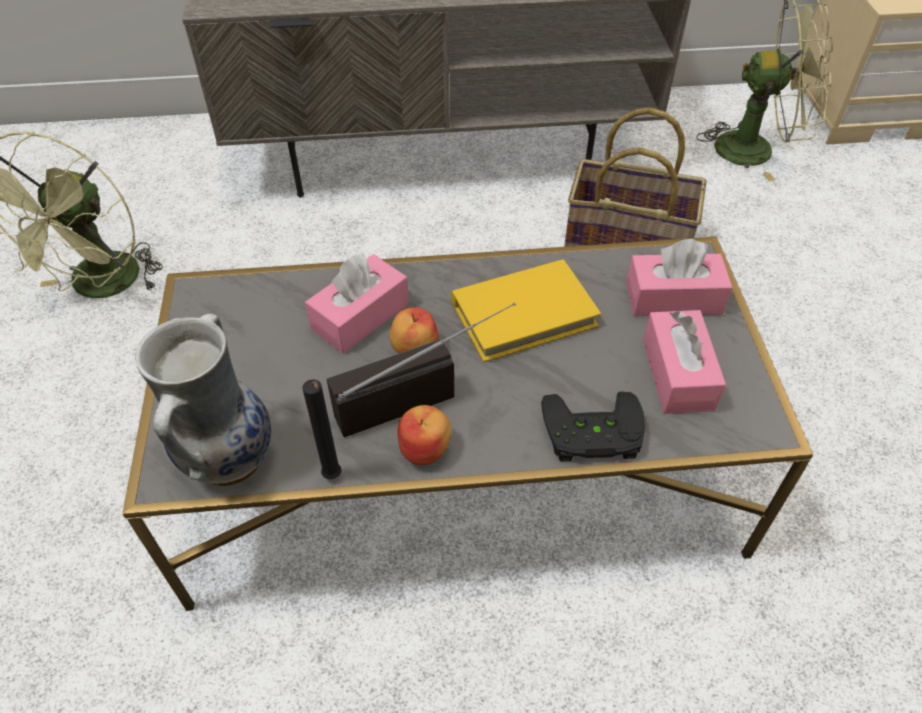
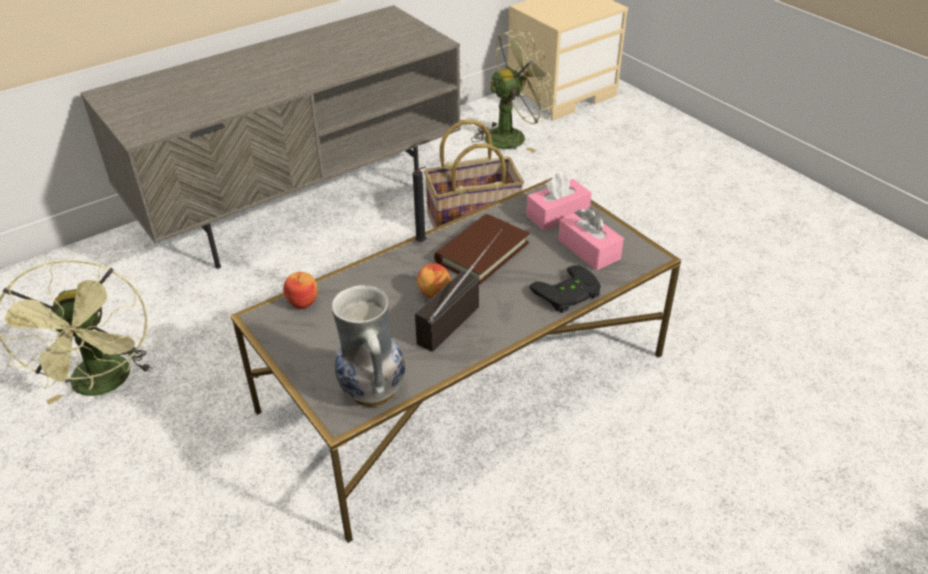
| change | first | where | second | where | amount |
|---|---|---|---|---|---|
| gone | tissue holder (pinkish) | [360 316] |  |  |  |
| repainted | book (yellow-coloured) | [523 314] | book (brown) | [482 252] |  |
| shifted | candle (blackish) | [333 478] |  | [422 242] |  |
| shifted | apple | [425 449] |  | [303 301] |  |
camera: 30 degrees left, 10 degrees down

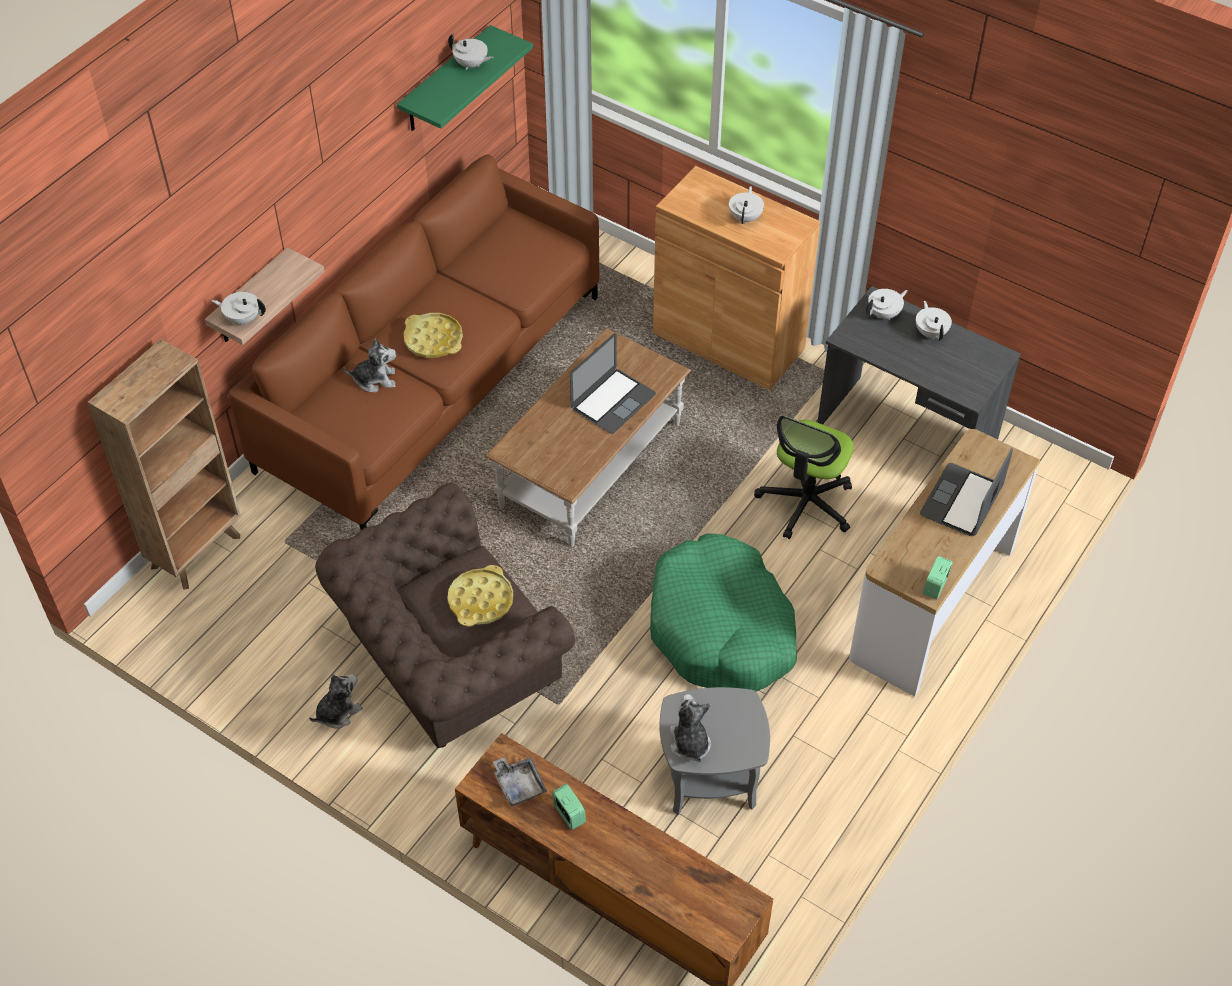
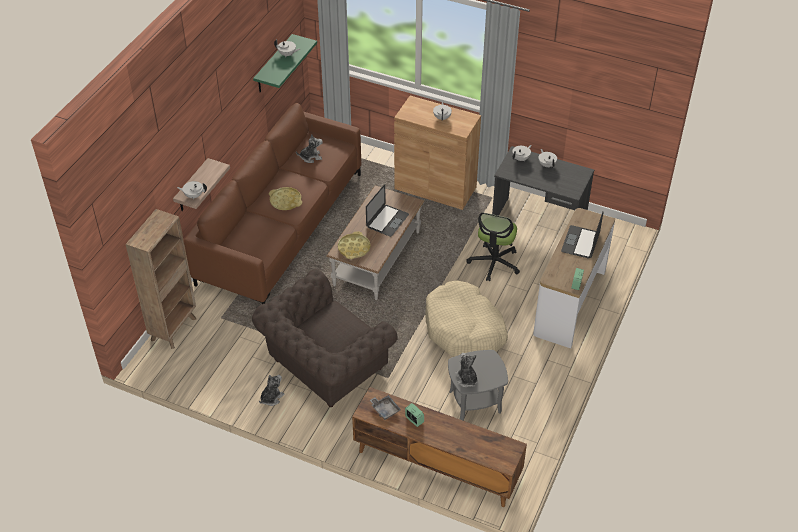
| change | first | where | second | where | amount |
|---|---|---|---|---|---|
| shifted | soft toy | [375 379] |  | [310 157] |  |
| repainted | dog bed (green) | [721 629] | dog bed (beige-coloured) | [464 329] |  |
| shifted | carrying tray (yellow-coloured) | [481 600] |  | [354 248] |  |
camera: 10 degrees left, 5 degrees down

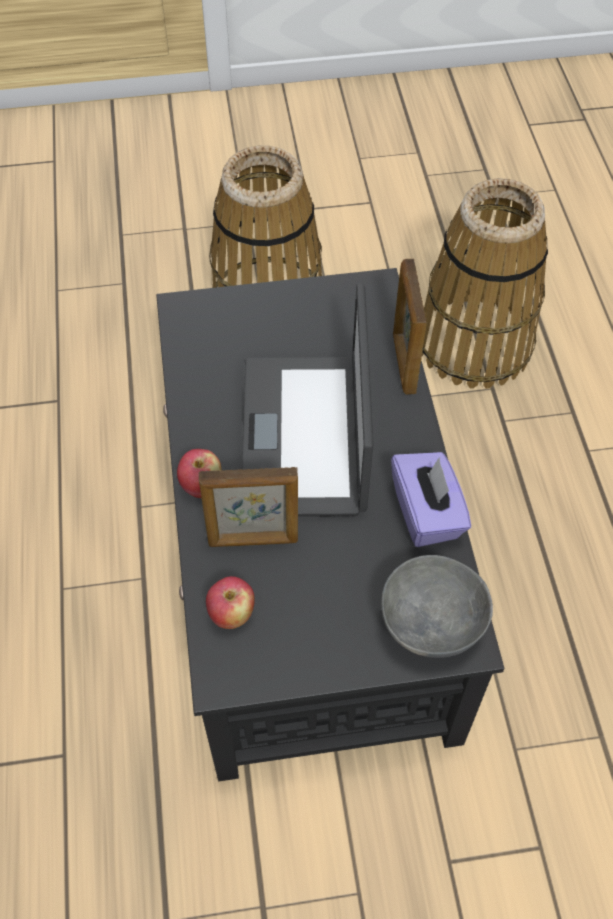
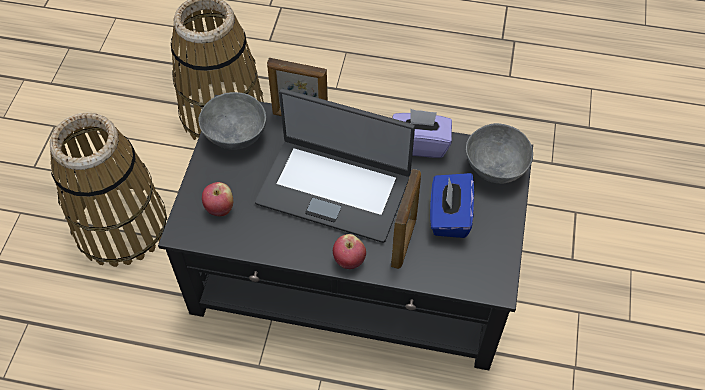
| change | first | where | second | where | amount |
|---|---|---|---|---|---|
| shifted | apple | [231 614] |  | [220 208] |  |
| new |  |  | serving bowl (gray) | [234 135] |  |
| new |  |  | tissue holder (blue) | [449 216] |  |
camera: 70 degrees left, 0 degrees up

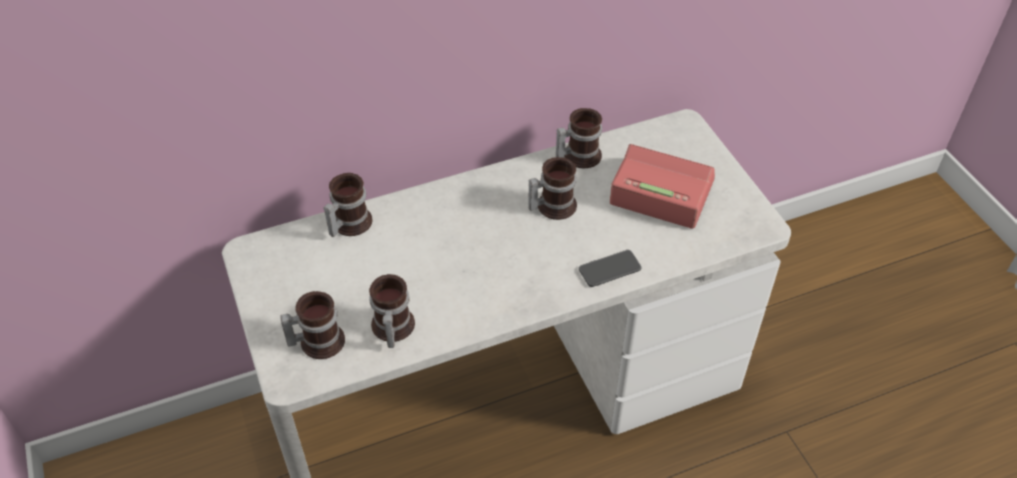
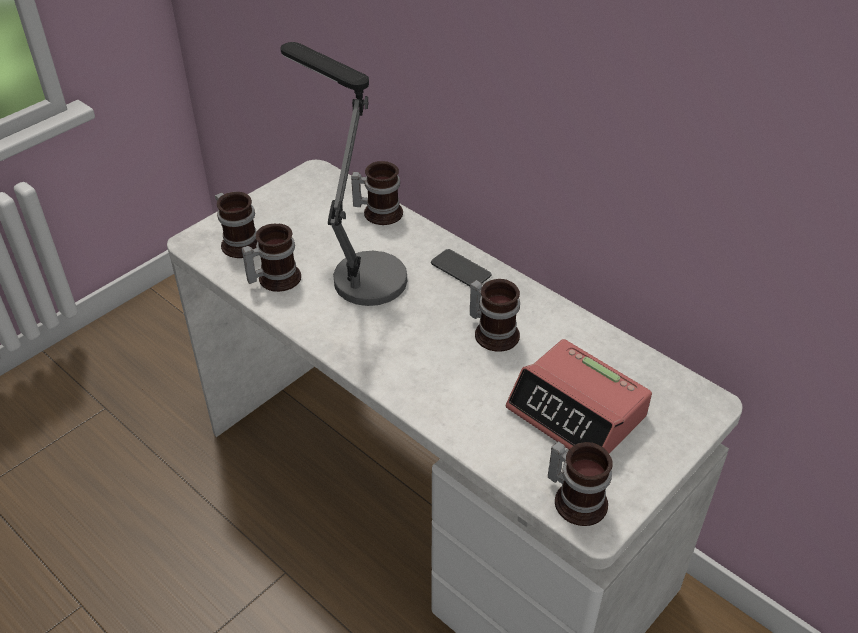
| change | first | where | second | where | amount |
|---|---|---|---|---|---|
| shifted | tea mug | [578 155] |  | [577 498] |  |
| rotated | table clock | [660 193] |  | [577 413] | 135 degrees clockwise |
| shifted | phone | [609 269] |  | [460 269] |  |
| new |  |  | tabletop lamp | [357 268] |  |
camera: 65 degrees right, 5 degrees down

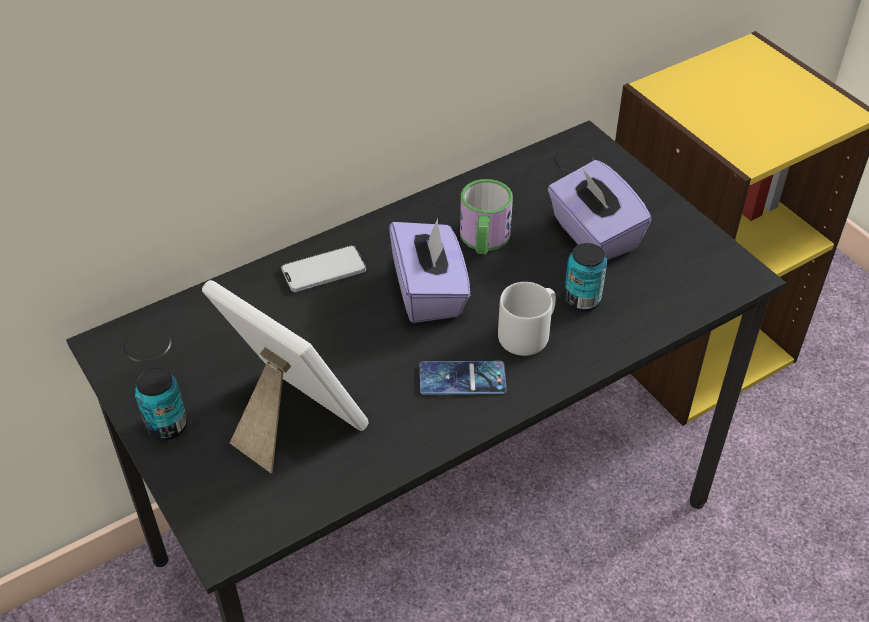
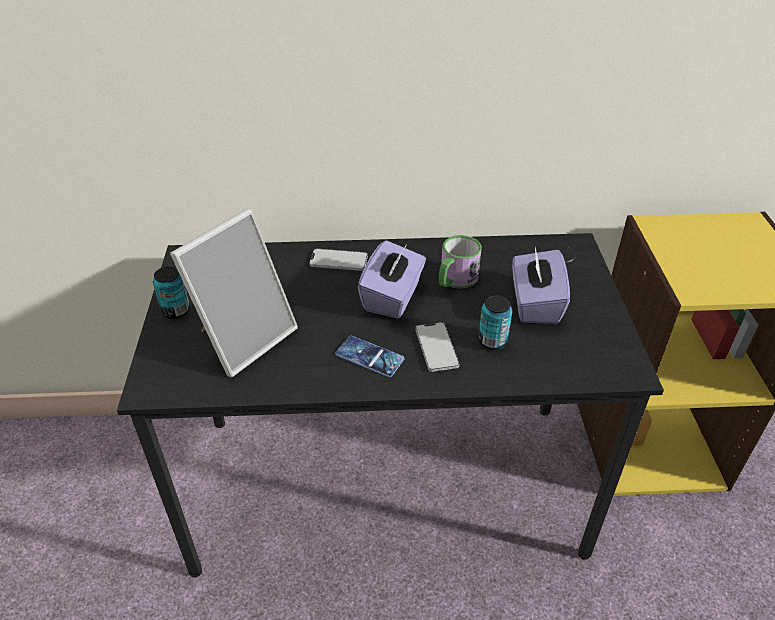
| change | first | where | second | where | amount |
|---|---|---|---|---|---|
| rotated | picture frame | [290 422] |  | [244 338] | 60 degrees clockwise |
| swapped | tea mug (gray) | [528 334] | phone | [436 347] |  |
camera: 30 degrees right, 5 degrees down

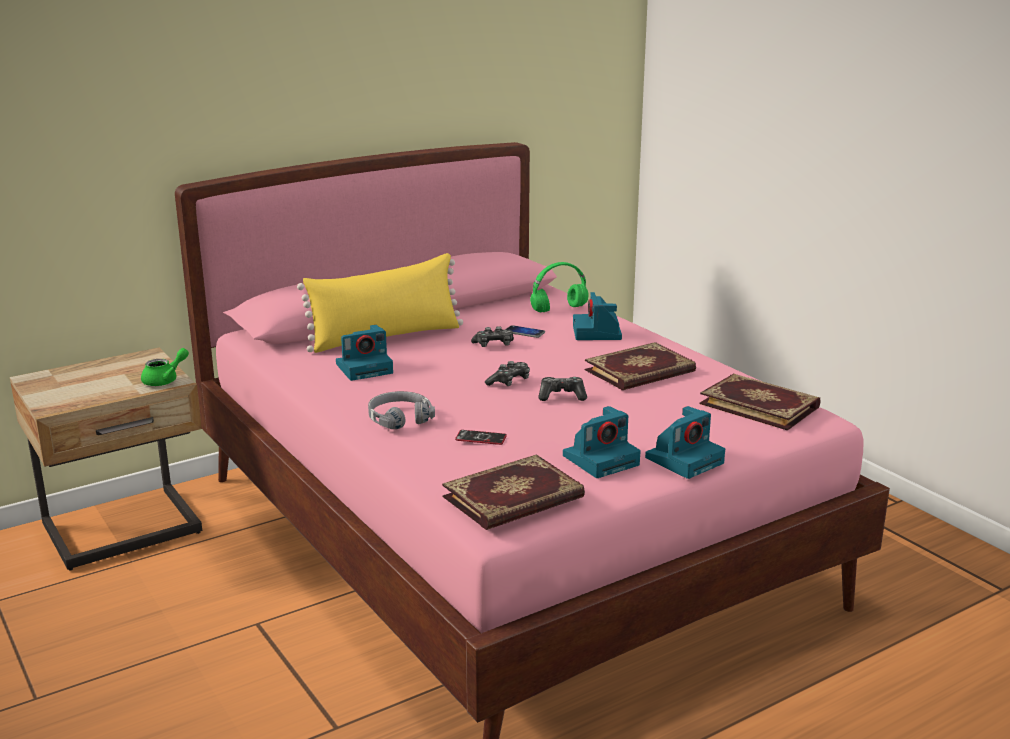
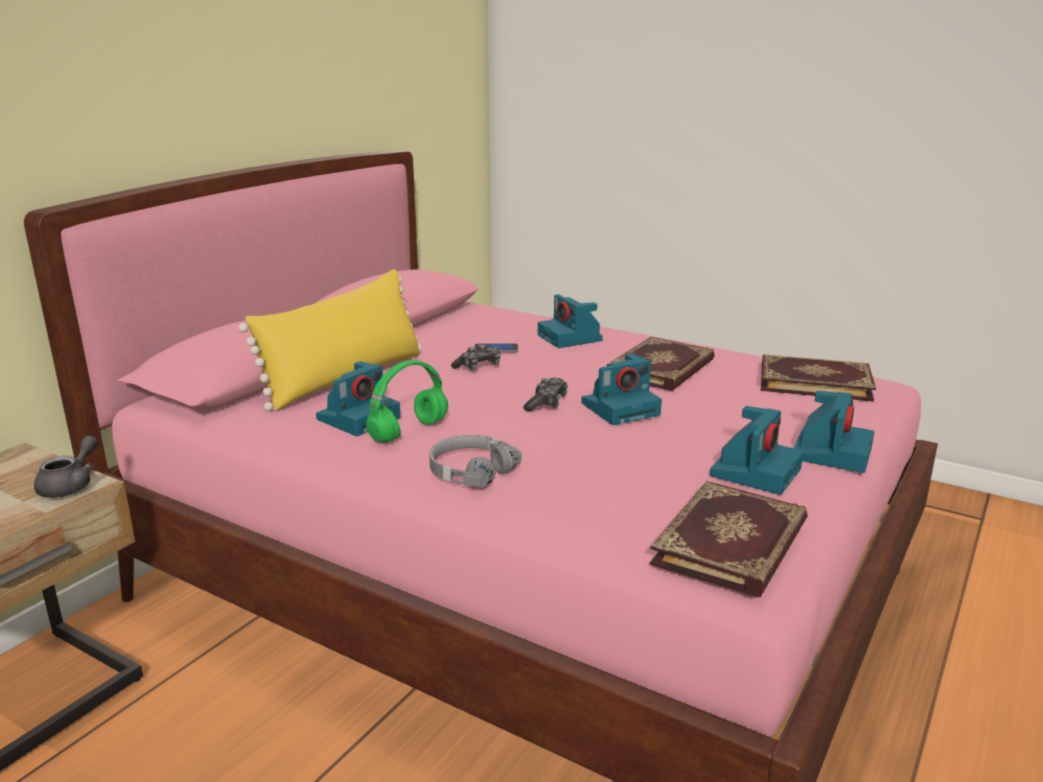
| change | first | where | second | where | amount |
|---|---|---|---|---|---|
| shifted | pair of headphones (green) | [559 309] |  | [409 431] |  |
| repainted | tea pot (green) | [165 380] | tea pot (gray) | [71 485] |  |
| swapped | joypad | [562 396] | still camera | [621 408] |  |
| gone | phone | [480 438] |  |  |  |
camera: 25 degrees left, 0 degrees up

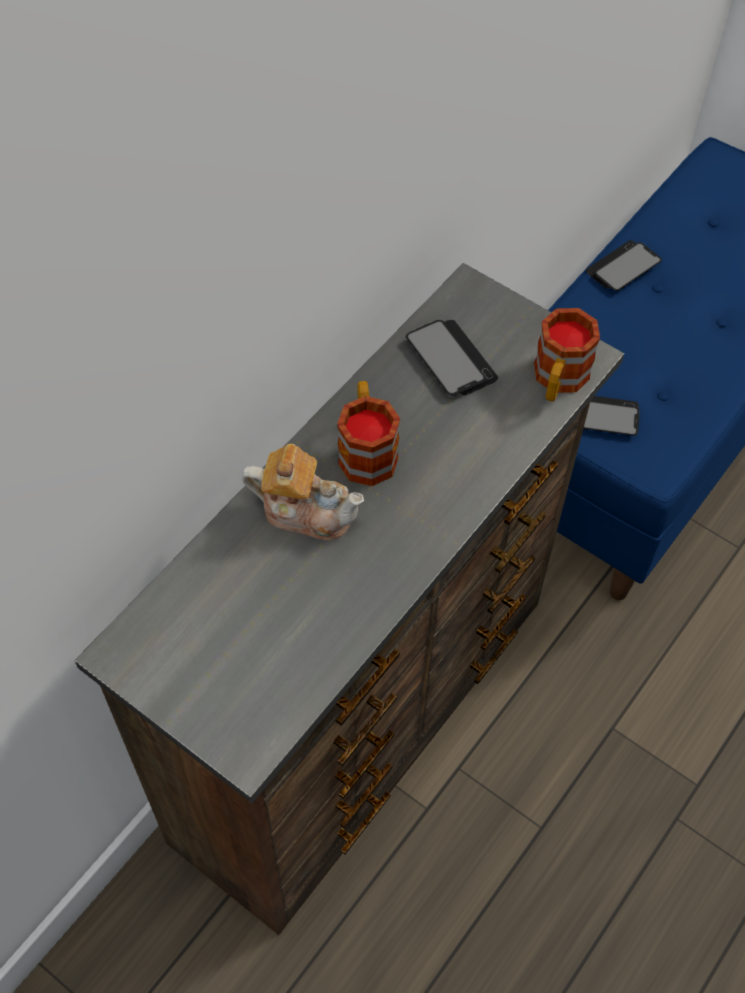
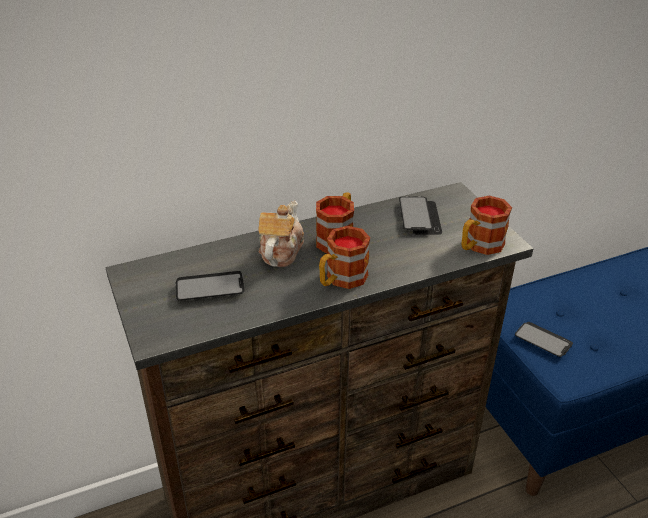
| change | first | where | second | where | amount |
|---|---|---|---|---|---|
| shifted | phone | [623 267] |  | [210 287] |  |
| rotated | tea pot | [306 511] |  | [280 251] | 120 degrees counterclockwise |
| new |  |  | tea mug | [341 280] |  |
camera: 30 degrees right, 20 degrees down

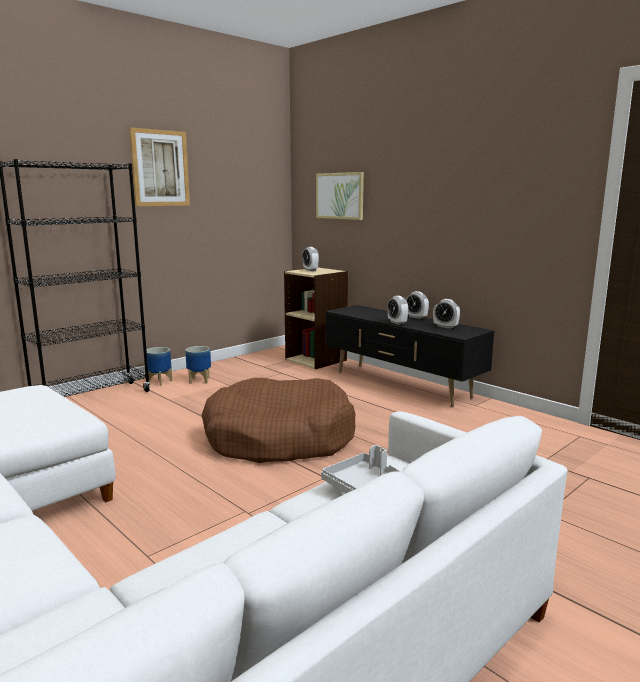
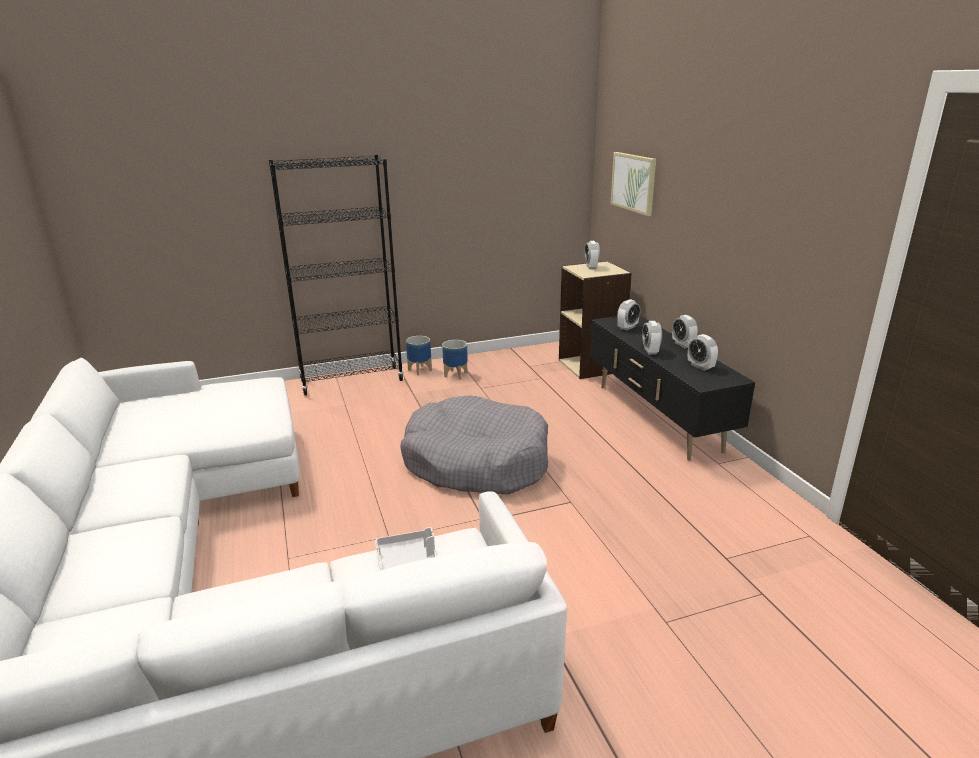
| change | first | where | second | where | amount |
|---|---|---|---|---|---|
| gone | wall art | [160 168] |  |  |  |
| repainted | dog bed (brown) | [279 438] | dog bed (gray) | [476 462] |  |
| new |  |  | table clock | [627 327] |  |
camera: 25 degrees right, 10 degrees up

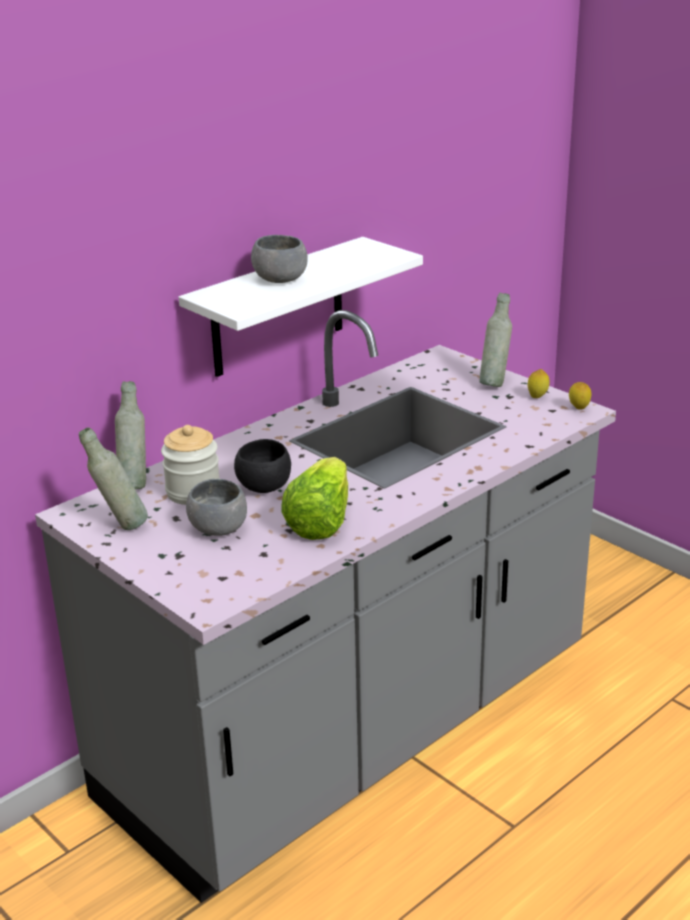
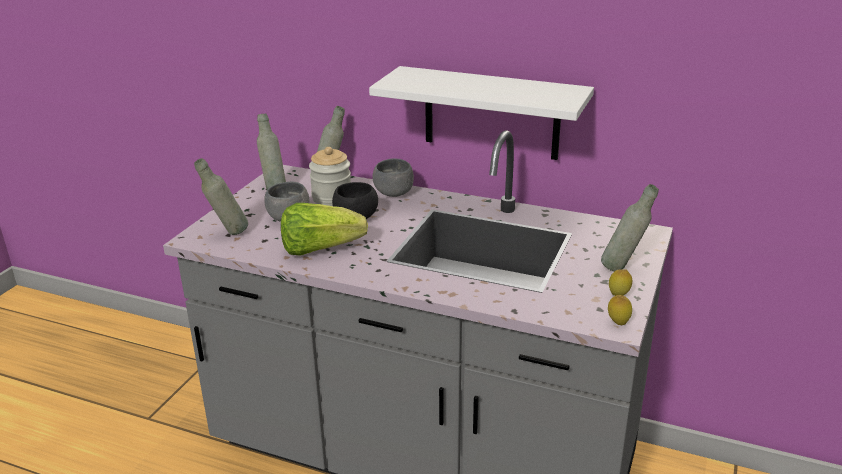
| change | first | where | second | where | amount |
|---|---|---|---|---|---|
| shifted | serving bowl (gray) | [280 280] |  | [393 193] |  |
| new |  |  | beverage bottle (gray) | [227 234] |  |
camera: 65 degrees right, 0 degrees up

